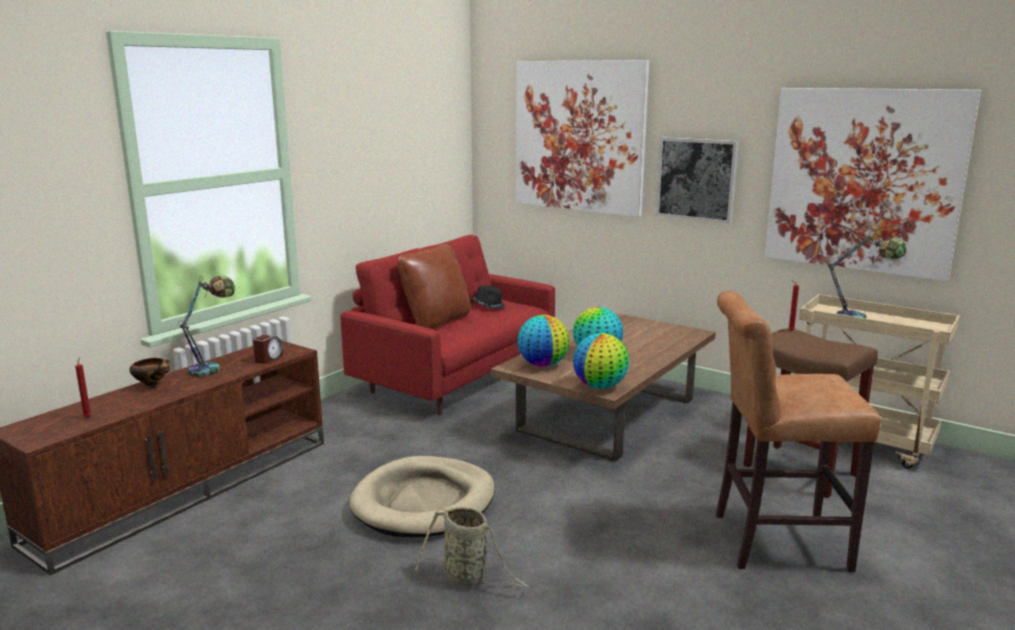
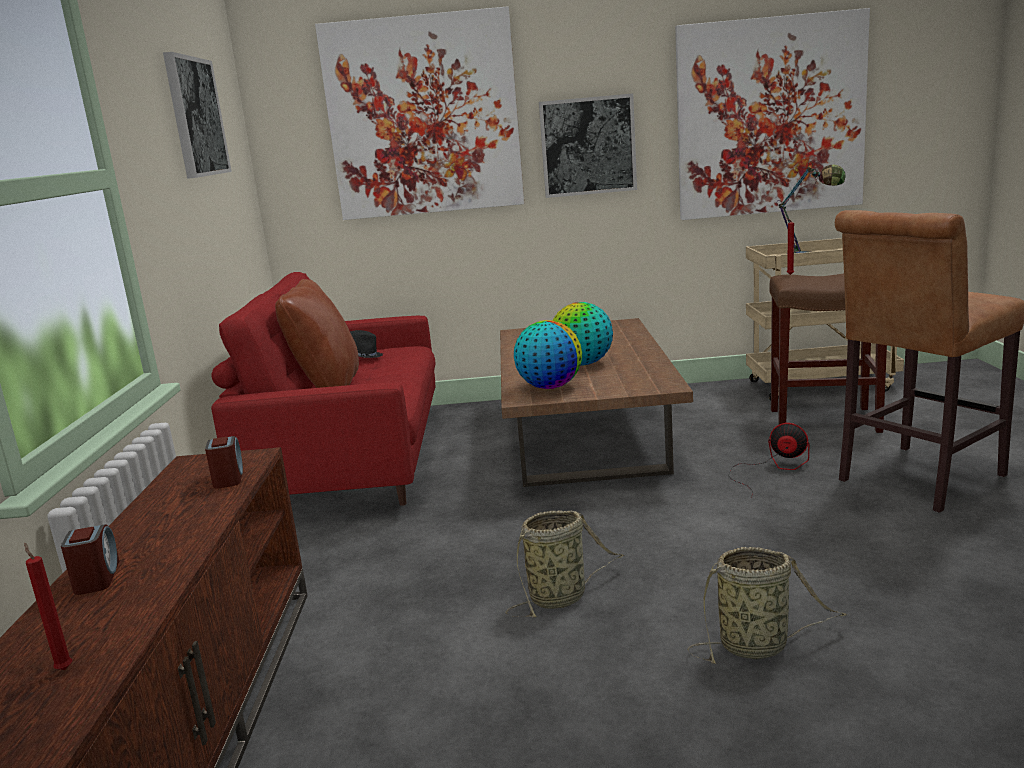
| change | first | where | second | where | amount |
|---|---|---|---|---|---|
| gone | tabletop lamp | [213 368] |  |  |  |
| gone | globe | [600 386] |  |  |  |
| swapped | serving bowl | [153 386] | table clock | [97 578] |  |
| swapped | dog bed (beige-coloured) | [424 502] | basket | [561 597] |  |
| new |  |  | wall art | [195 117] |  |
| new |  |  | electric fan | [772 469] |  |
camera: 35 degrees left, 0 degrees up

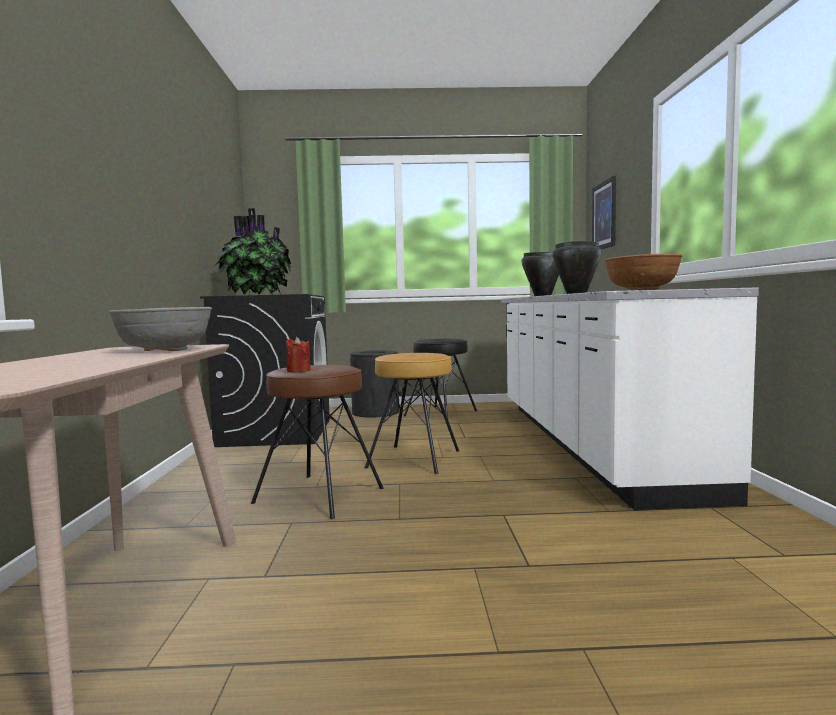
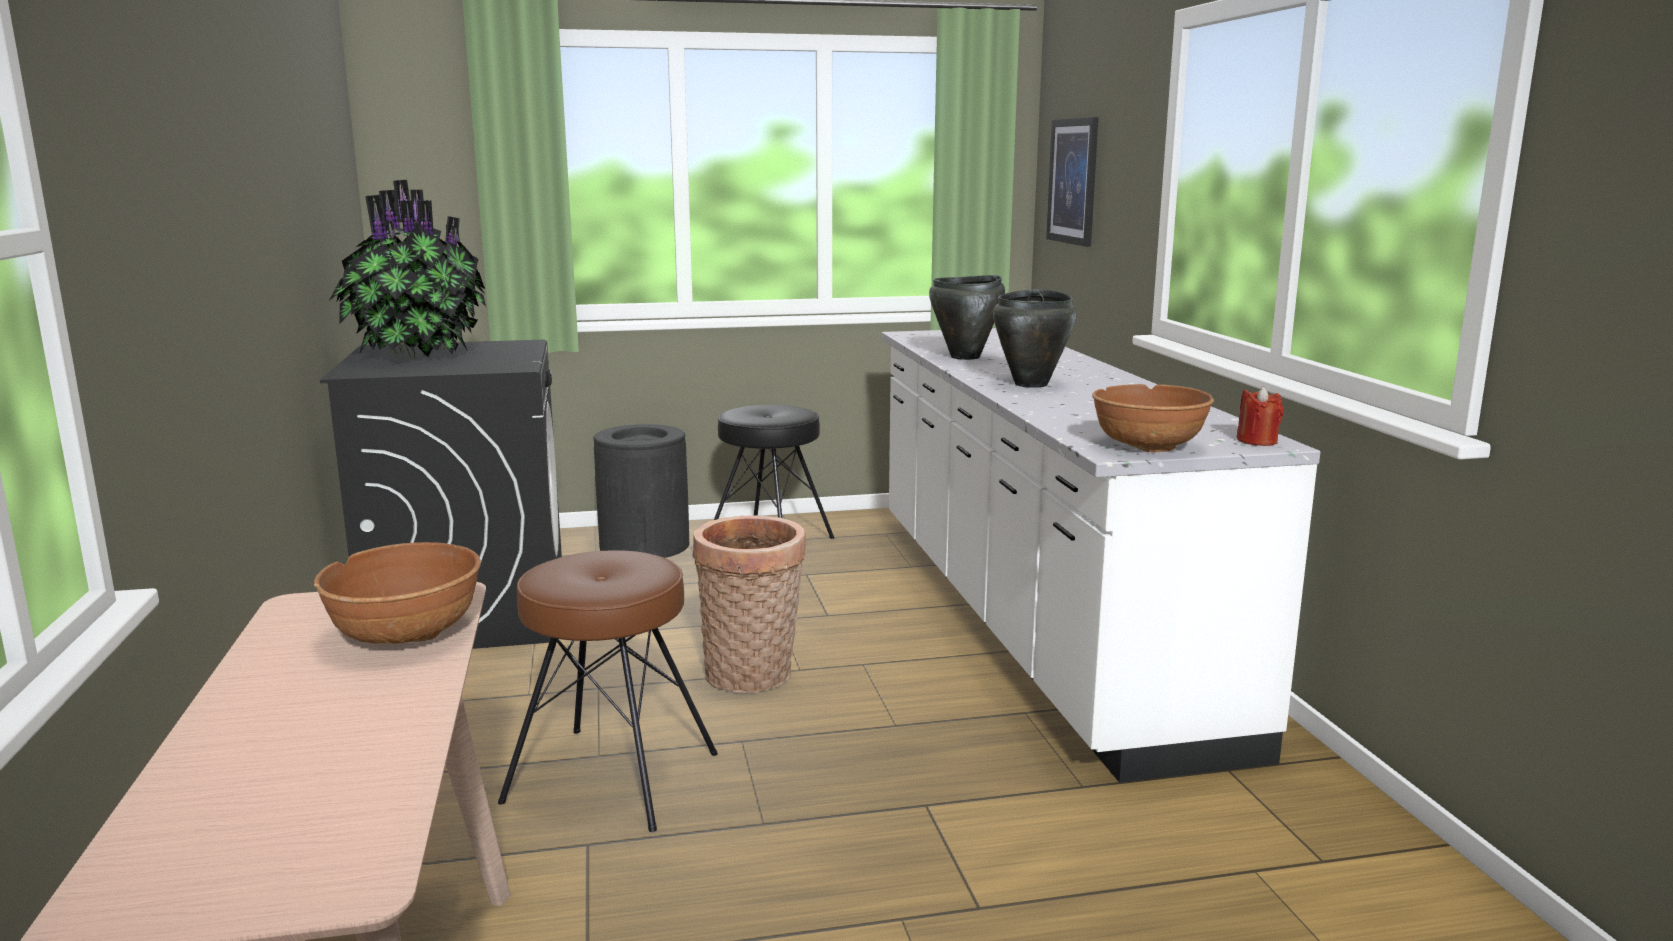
| change | first | where | second | where | amount |
|---|---|---|---|---|---|
| repainted | serving bowl (gray) | [164 350] | serving bowl (brown) | [406 634] |  |
| shifted | candle (red-coloured) | [298 371] |  | [1257 441] |  |
| swapped | stool seat (brown) | [415 459] | basket | [752 677] |  |
camera: 10 degrees left, 10 degrees up

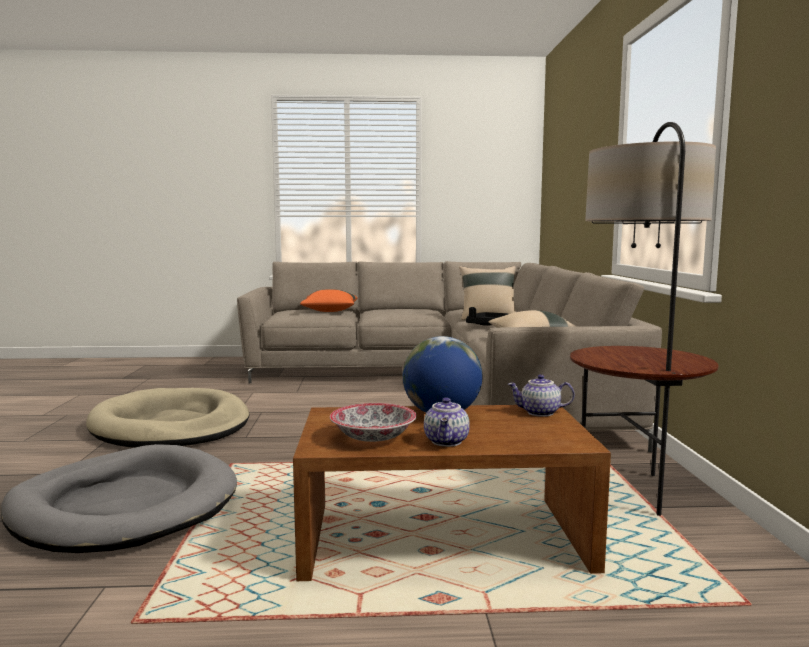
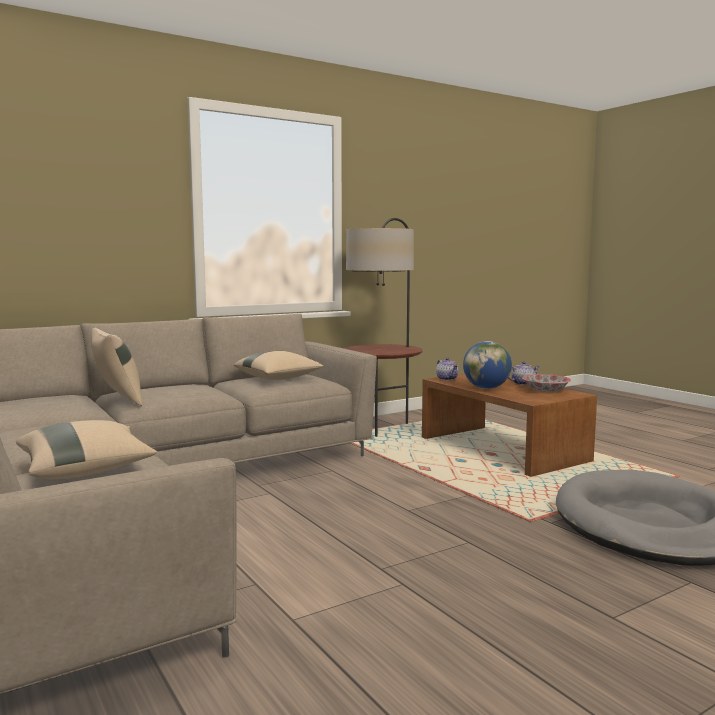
| change | first | where | second | where | amount |
|---|---|---|---|---|---|
| repainted | throw pillow (orange) | [329 311] | throw pillow (beige-coloured) | [86 470] |  |
| gone | carrying tray (blackish) | [487 325] |  |  |  |
| gone | dog bed (beige-coloured) | [171 426] |  |  |  |
camera: 120 degrees left, 0 degrees up

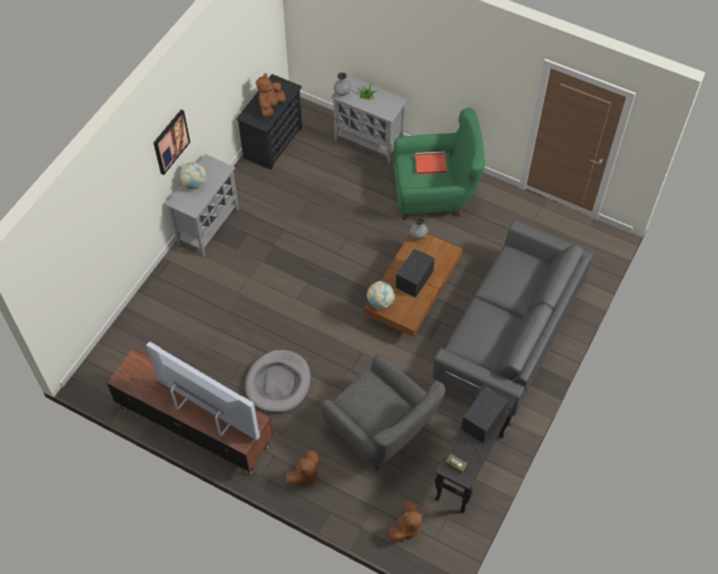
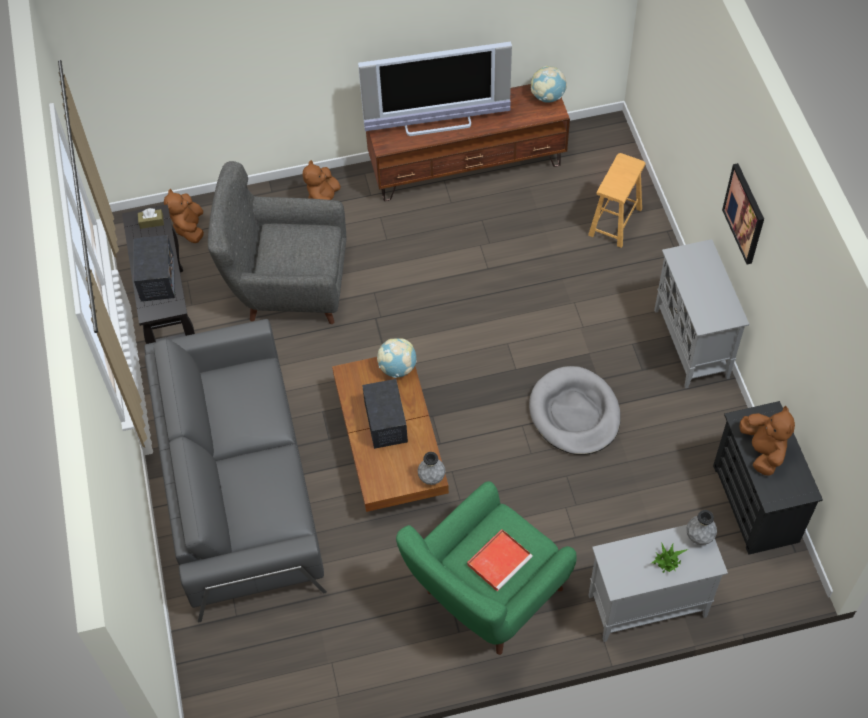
| change | first | where | second | where | amount |
|---|---|---|---|---|---|
| shifted | globe | [194 184] |  | [547 96] |  |
| shifted | dog bed (gray) | [278 383] |  | [574 413] |  |
| new |  |  | stool seat (brown) | [615 222] |  |
camera: 140 degrees right, 0 degrees up

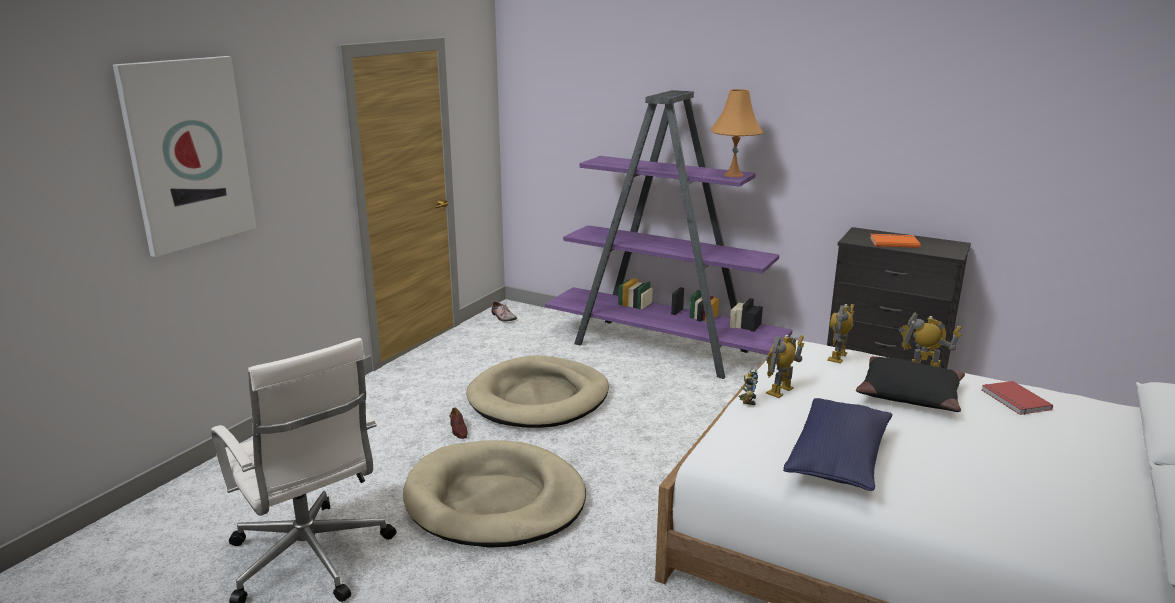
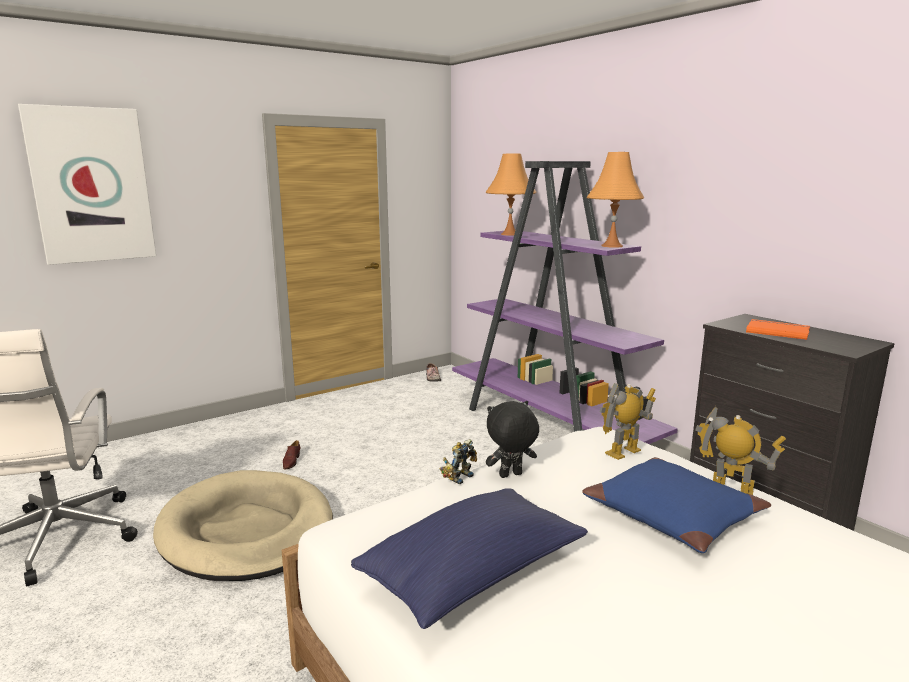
| change | first | where | second | where | amount |
|---|---|---|---|---|---|
| swapped | robot figure | [780 391] | soft toy (blackish) | [510 476] |  |
| gone | dog bed (beige-coloured) | [539 398] |  |  |  |
| repainted | throw pillow (blackish) | [909 395] | throw pillow (blue) | [673 516] |  |
| gone | book (red-coloured) | [1014 400] |  |  |  |
| new |  |  | tabletop lamp (orange) | [509 234] |  |
camera: 25 degrees right, 5 degrees down

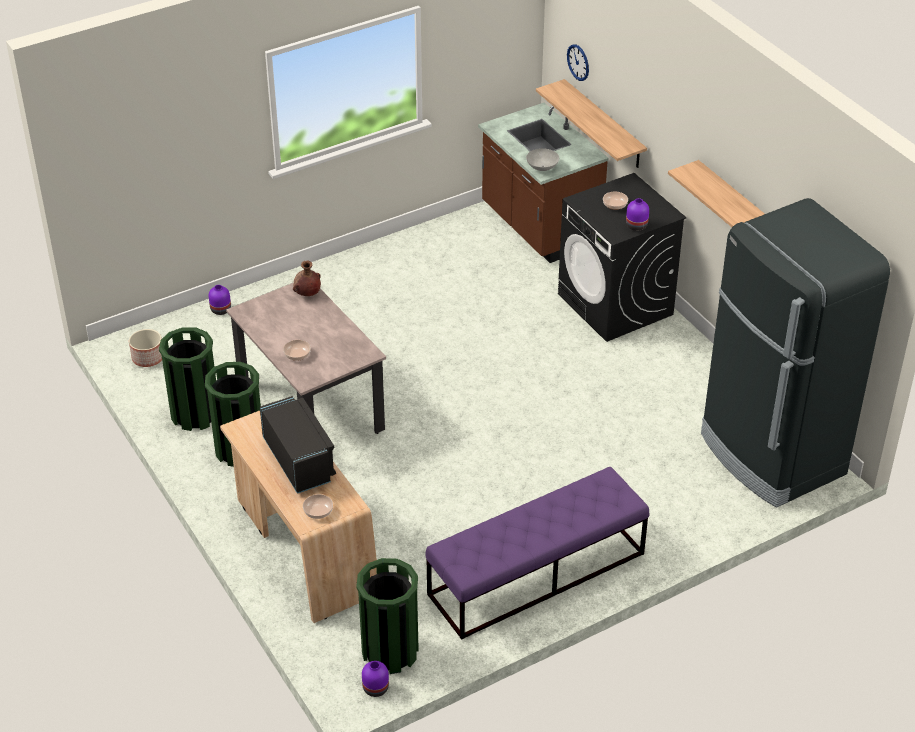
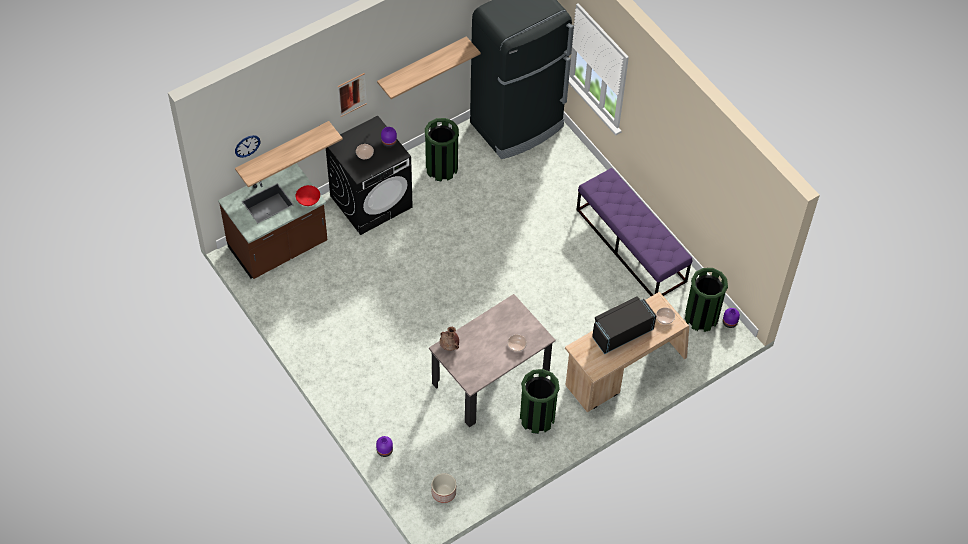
| change | first | where | second | where | amount |
|---|---|---|---|---|---|
| repainted | serving bowl (gray) | [542 167] | serving bowl (red-coloured) | [308 200] |  |
| shifted | rubbish bin (green) | [195 414] |  | [441 168] |  |
| new |  |  | wall art | [352 94] |  |
camera: 95 degrees left, 15 degrees up

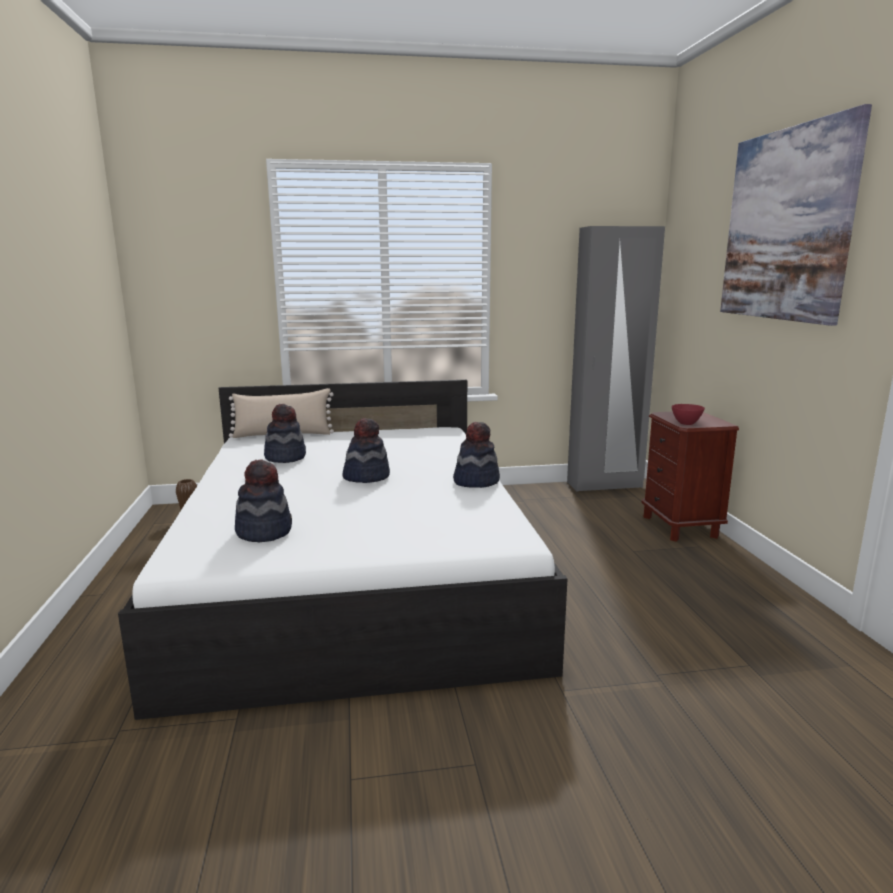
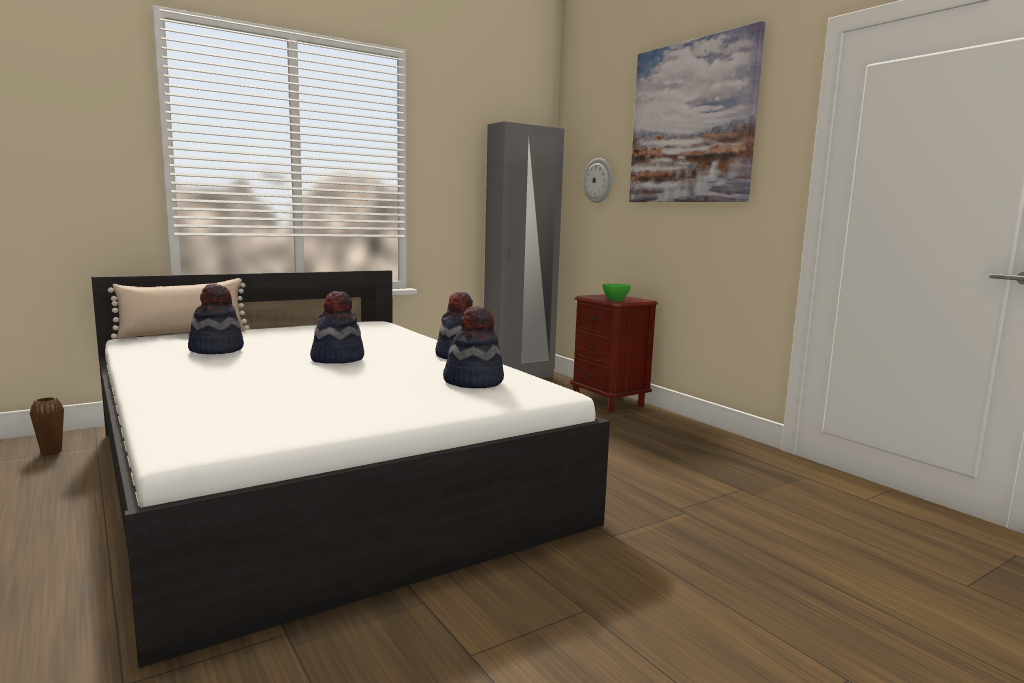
| change | first | where | second | where | amount |
|---|---|---|---|---|---|
| repainted | serving bowl (red-coloured) | [686 424] | serving bowl (green) | [615 301] |  |
| shifted | hat | [264 531] |  | [473 382] |  |
| new |  |  | hanging clock | [598 180] |  |
camera: 25 degrees left, 5 degrees down

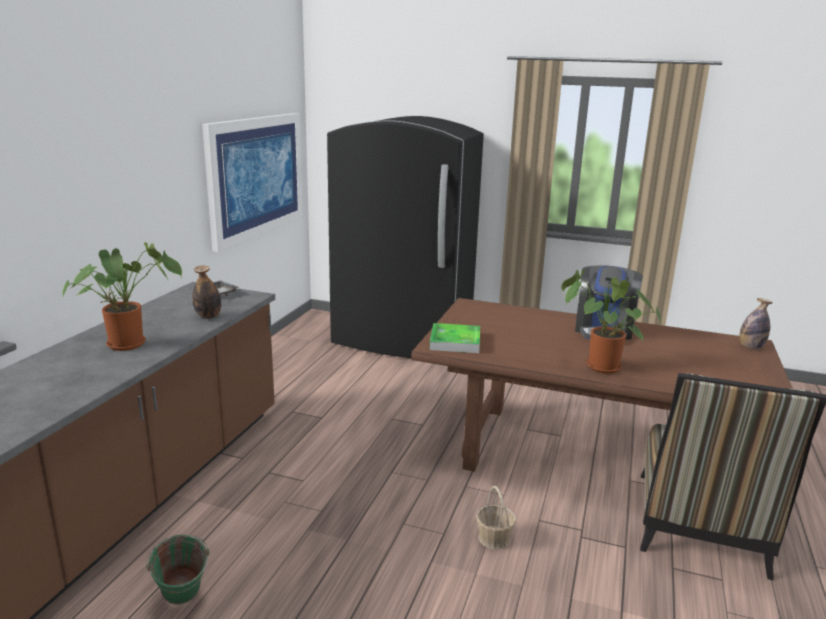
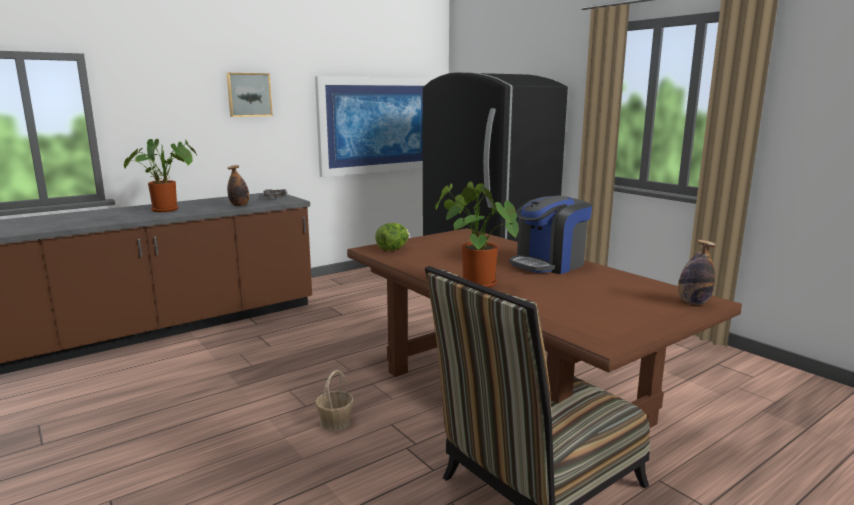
| change | first | where | second | where | amount |
|---|---|---|---|---|---|
| swapped | carrying tray | [455 342] | lettuce head | [393 249] |  |
| gone | pail (green) | [182 602] |  |  |  |
| new |  |  | wall art | [249 95] |  |
camera: 35 degrees right, 5 degrees down

